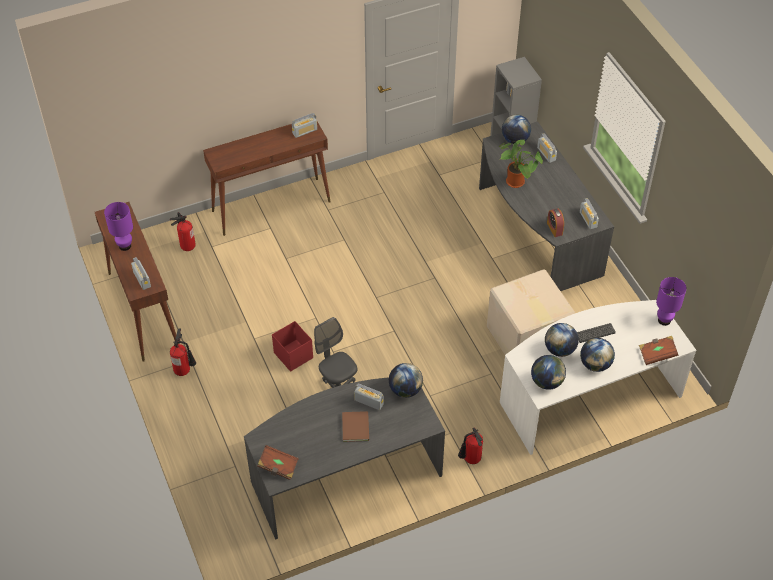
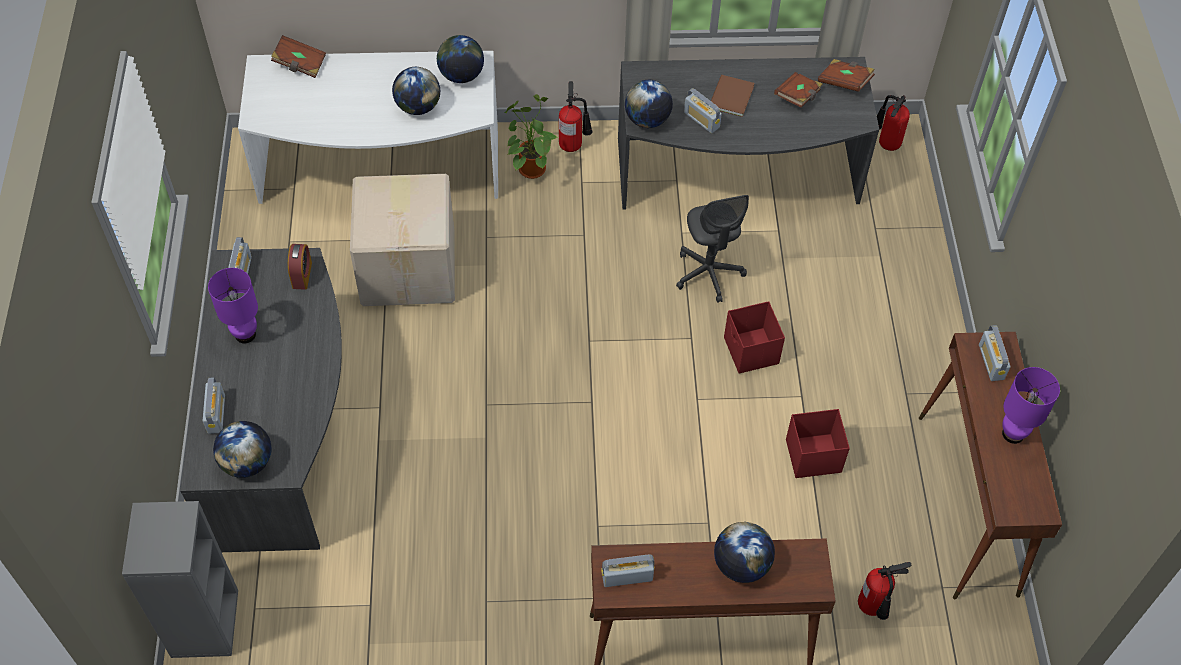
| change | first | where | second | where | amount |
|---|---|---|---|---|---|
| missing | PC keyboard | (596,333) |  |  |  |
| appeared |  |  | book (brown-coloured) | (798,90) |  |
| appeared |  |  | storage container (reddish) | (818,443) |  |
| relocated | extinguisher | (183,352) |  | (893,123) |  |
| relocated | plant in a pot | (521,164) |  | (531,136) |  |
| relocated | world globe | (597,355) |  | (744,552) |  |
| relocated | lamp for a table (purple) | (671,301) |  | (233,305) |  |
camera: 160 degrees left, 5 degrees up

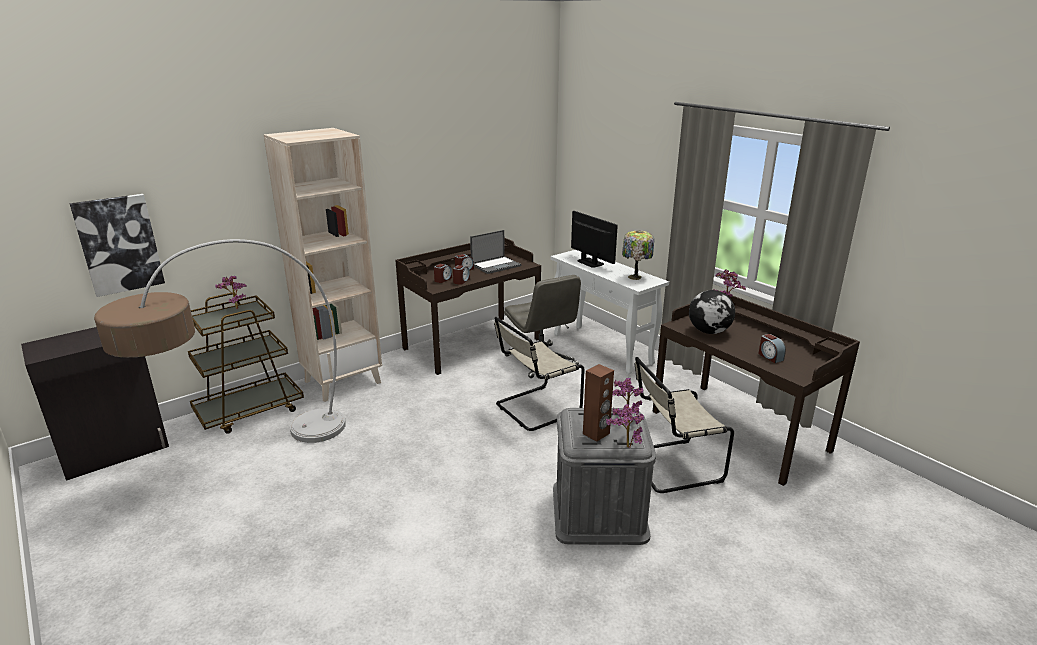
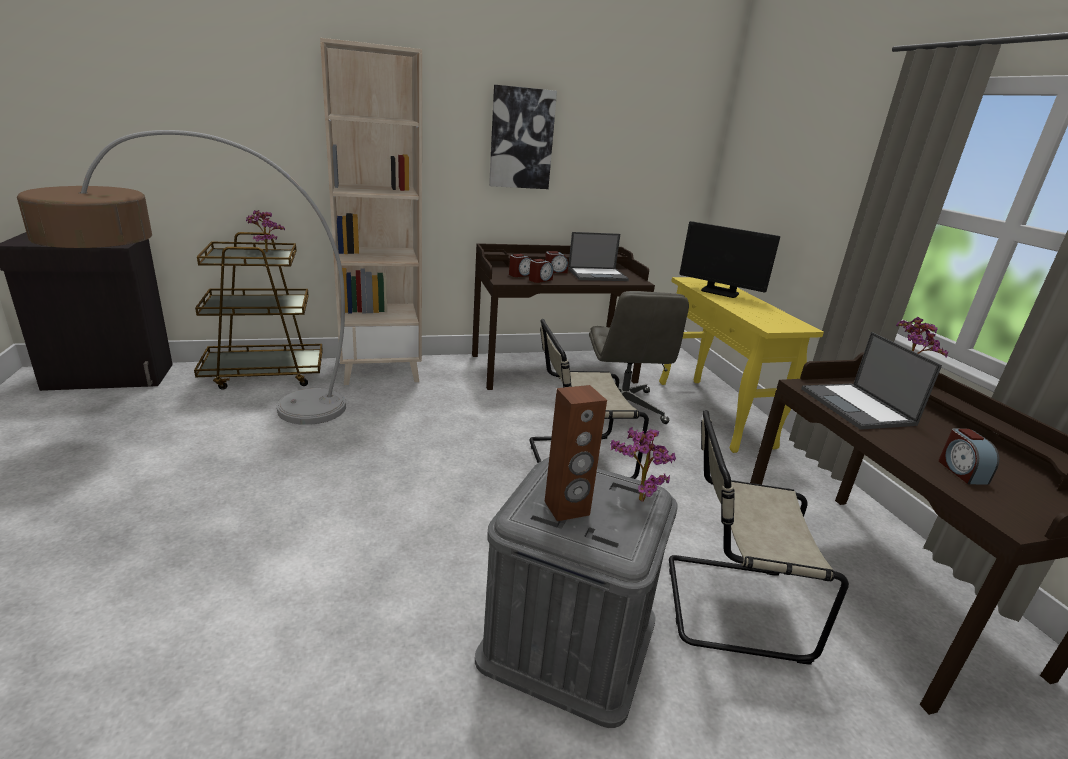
| change | first | where | second | where | amount |
|---|---|---|---|---|---|
| missing | plant in a pot | (625,426) |  |  |  |
| missing | lamp for a table | (638,255) |  |  |  |
| relocated | wall picture | (117,245) |  | (523,137) |  |
| exchanged | world globe | (712,312) | laptop | (871,381) |  |
| colour | console table (white-coloured) | (610,312) | console table (yellow) | (741,365) |  |
| spun | monitor | (594,239) |  | (729,259) | 135 degrees clockwise |
camera: 20 degrees right, 0 degrees up

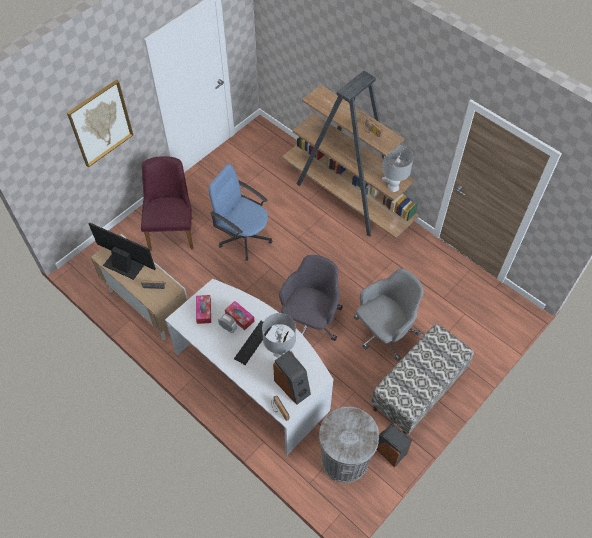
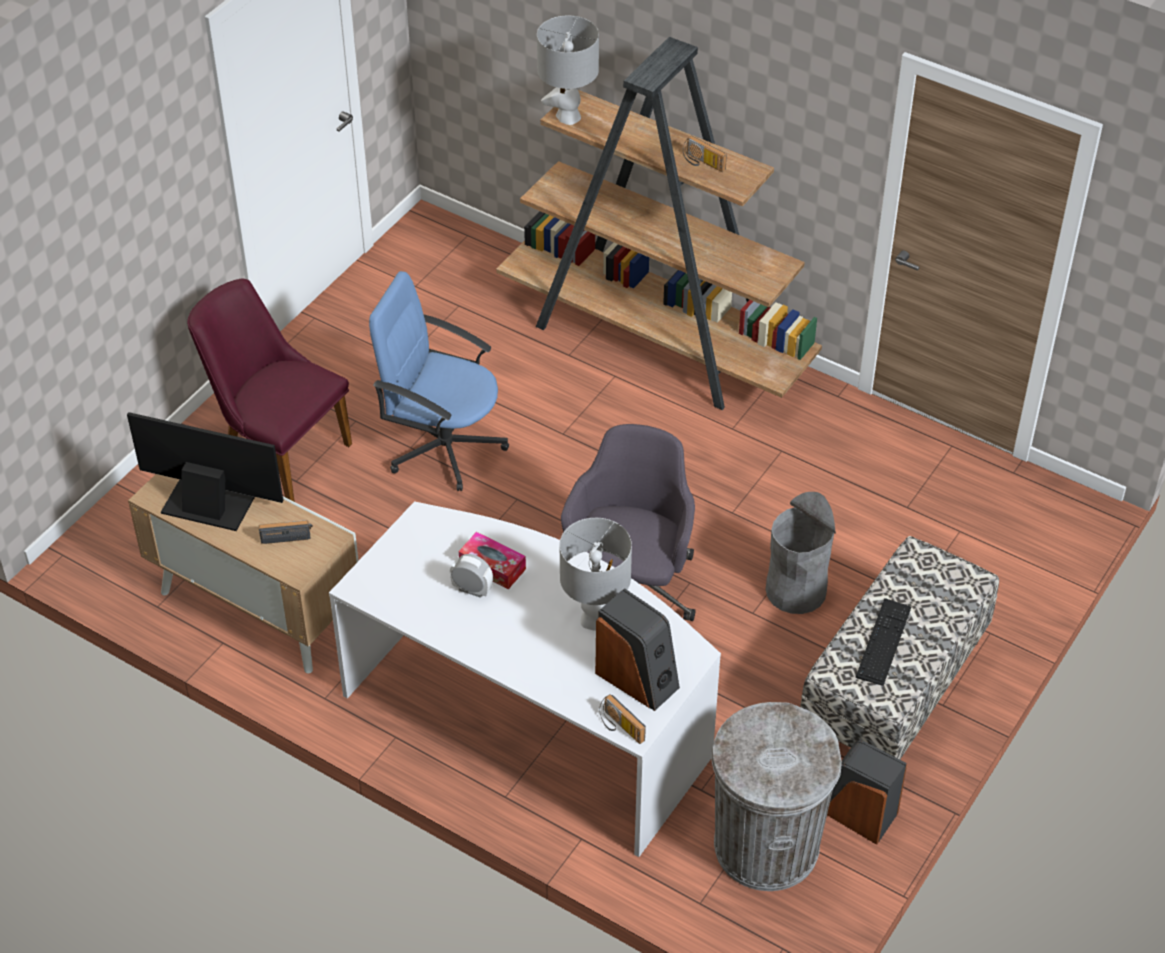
| change | first | where | second | where | amount |
|---|---|---|---|---|---|
| missing | wall picture | (100,123) |  |  |  |
| missing | tissue holder | (203,309) |  |  |  |
| relocated | PC keyboard | (253,343) |  | (883,642) |  |
| relocated | lamp for a table (grey) | (398,168) |  | (568,70) |  |
| exchanged | office chair (grey) | (388,314) | rubbish bin (grey) | (801,553) |  |
| spun | plain chair (purple) | (167,203) |  | (269,390) | 45 degrees counterclockwise |
camera: 10 degrees left, 10 degrees down

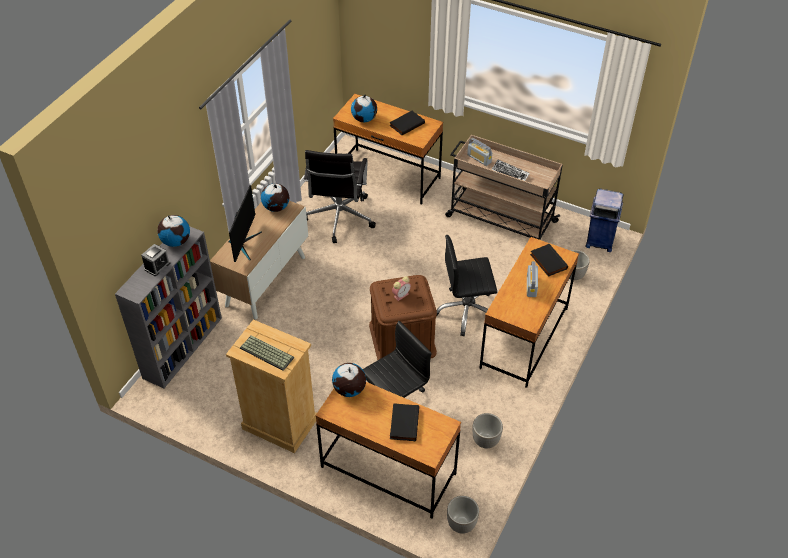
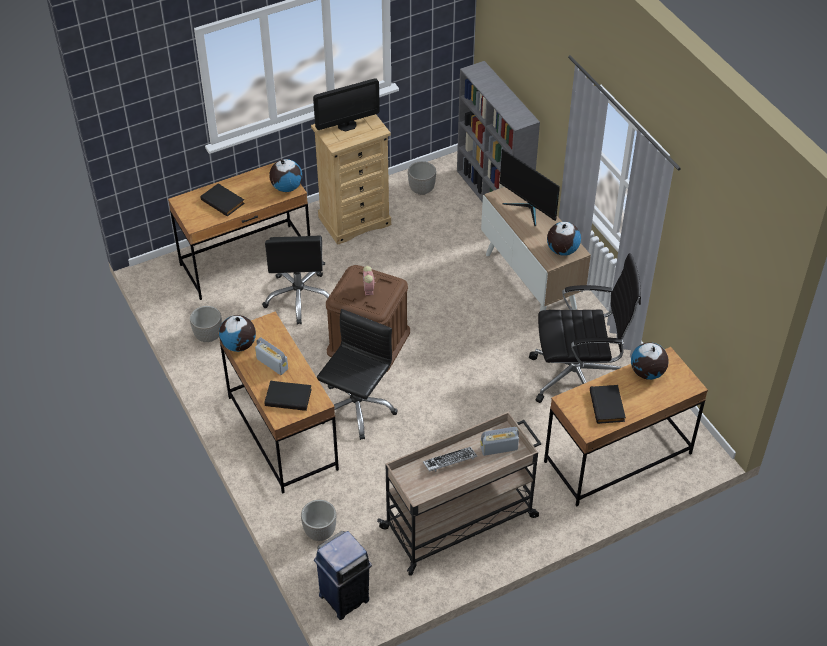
| change | first | where | second | where | amount |
|---|---|---|---|---|---|
| missing | table clock | (155,260) |  |  |  |
| relocated | world globe | (173,231) |  | (237,333) |  |
| relocated | flower pot | (463,515) |  | (422,178) |  |
| exchanged | PC keyboard | (267,353) | monitor | (346,104) |  |
| spun | office chair (blackish) | (340,196) |  | (585,328) | 135 degrees clockwise |
camera: 125 degrees right, 0 degrees up

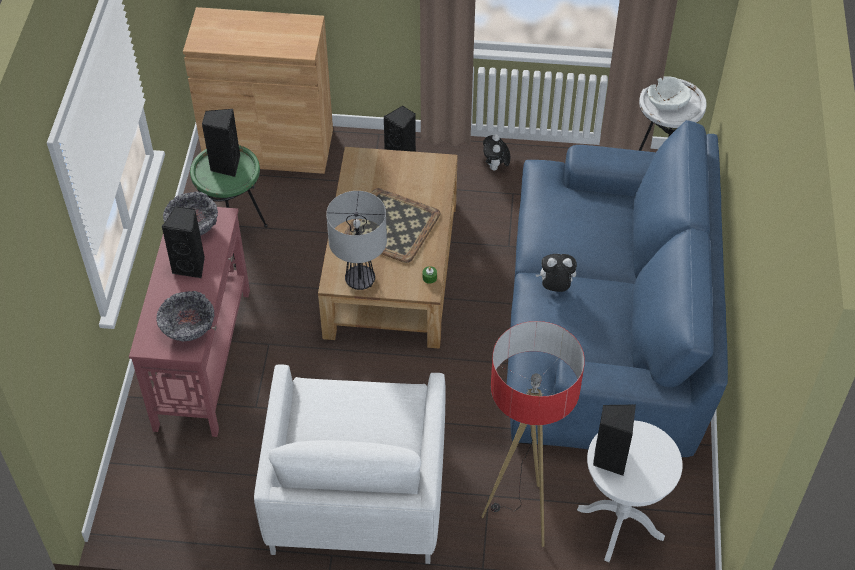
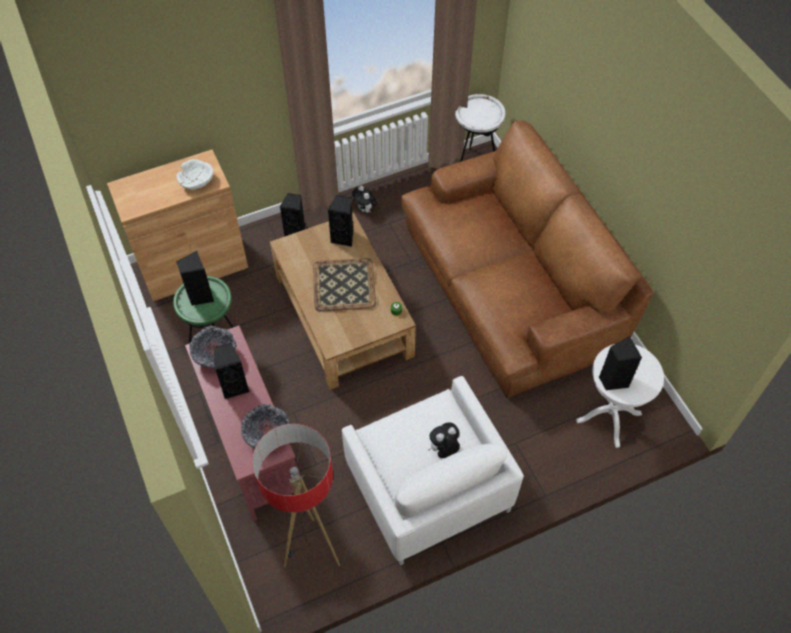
| change | first | where | second | where | amount |
|---|---|---|---|---|---|
| missing | lamp for a table | (356,240) |  |  |  |
| appeared |  |  | audio speaker (blackish) | (340,221) |  |
| relocated | standing lamp | (533,434) |  | (296,496) |  |
| relocated | plush toy | (556,273) |  | (444,440) |  |
| relocated | serving bowl (white-coloured) | (669,93) |  | (194,174) |  |
| colour | couch (blue) | (617,289) | couch (brown-coloured) | (527,259) |  |
camera: 30 degrees left, 5 degrees up

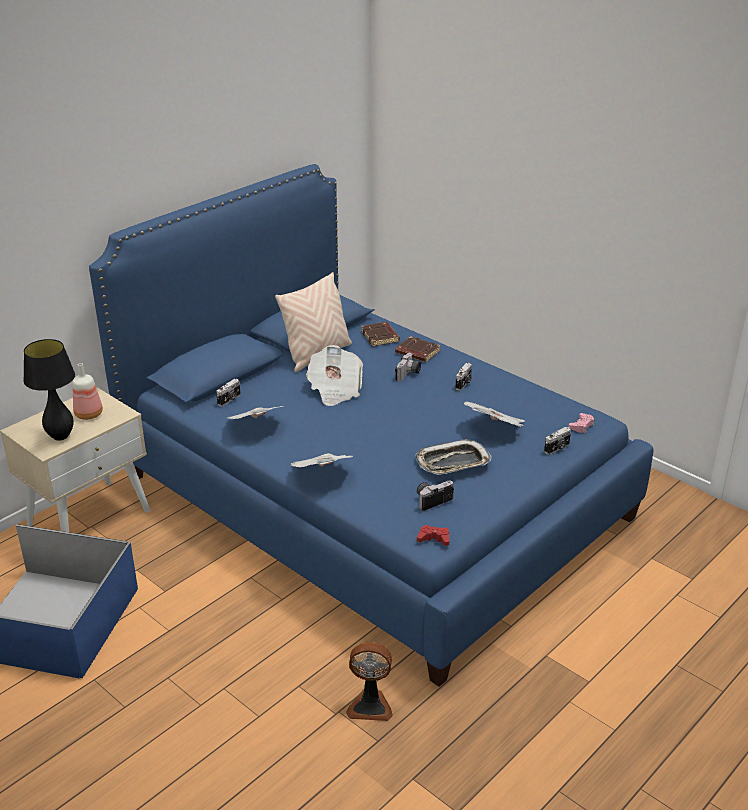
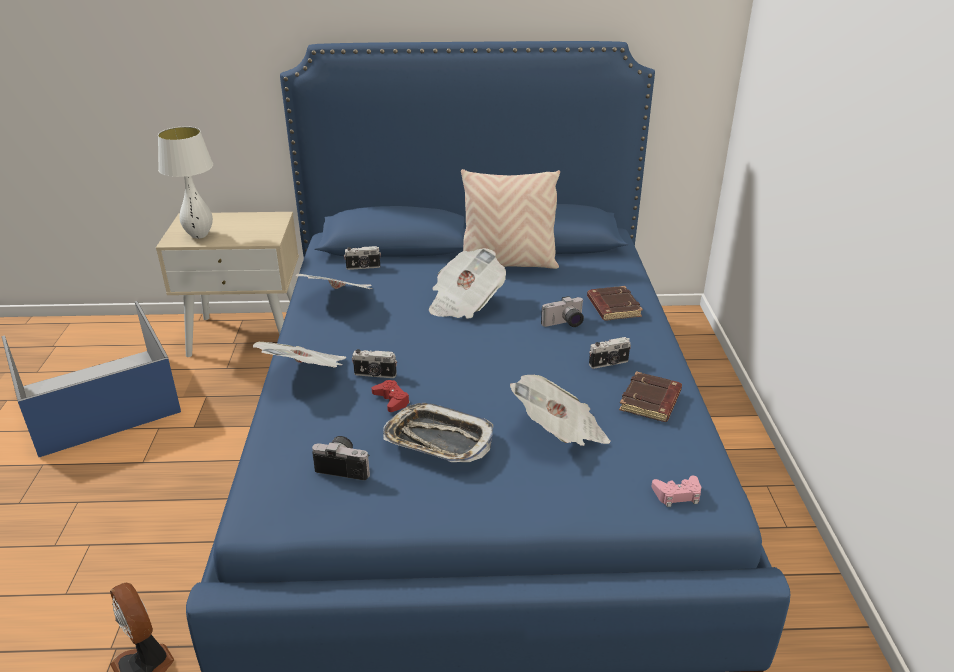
| change | first | where | second | where | amount |
|---|---|---|---|---|---|
| missing | beverage bottle | (88,391) |  |  |  |
| relocated | book (brown-coloured) | (380,334) |  | (650,396) |  |
| relocated | game controller (reddish) | (433,535) |  | (391,396) |  |
| relocated | still camera | (557,441) |  | (374,363) |  |
| colour | lamp for a table (blackish) | (49,390) | lamp for a table (white-coloured) | (185,183) |  |
camera: 45 degrees right, 0 degrees up

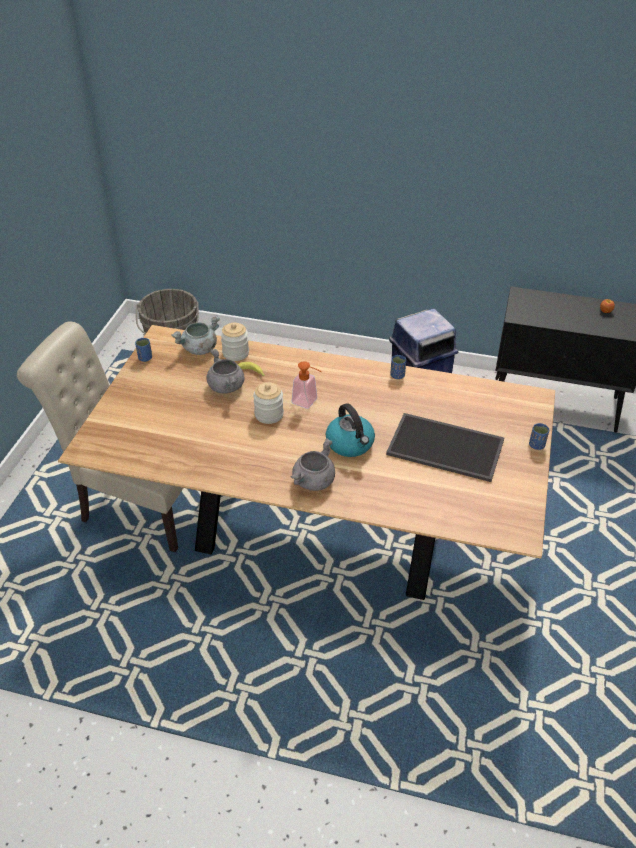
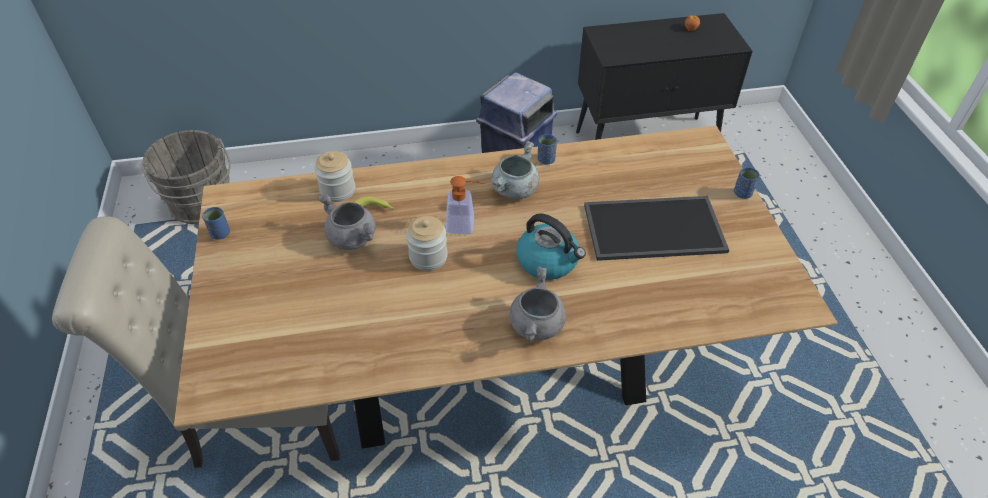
| change | first | where | second | where | amount |
|---|---|---|---|---|---|
| relocated | stockpot (grey) | (195,335) |  | (515,169) |  |
camera: 25 degrees left, 5 degrees up

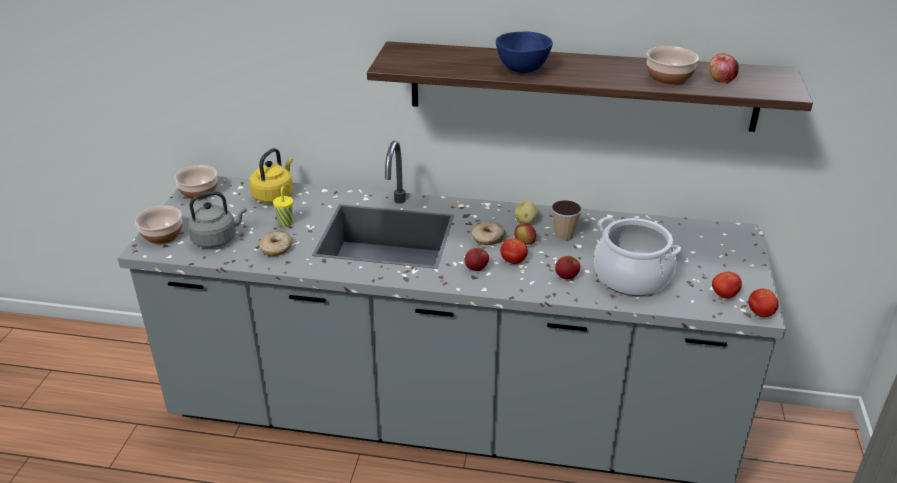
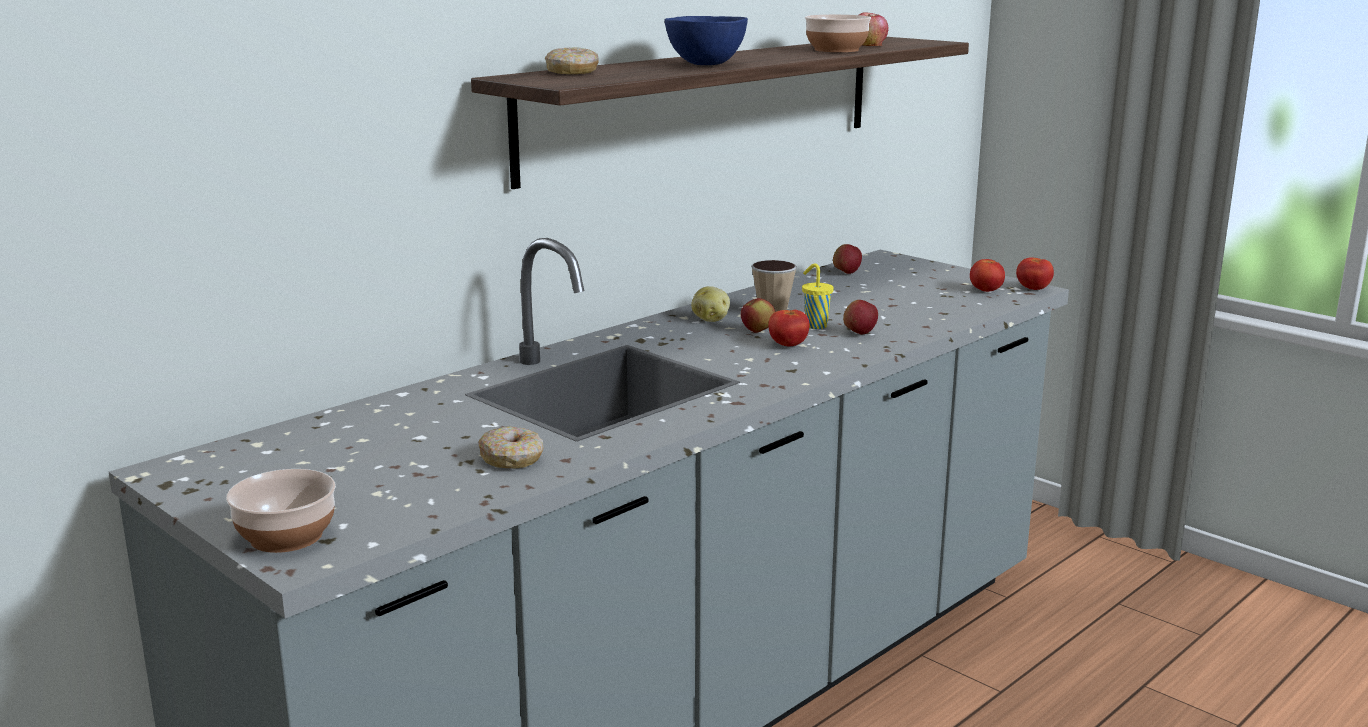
| change | first | where | second | where | amount |
|---|---|---|---|---|---|
| missing | serving bowl | (196,182) |  |  |  |
| missing | water kettle (grey) | (217,219) |  |  |  |
| missing | water kettle (yellow) | (271,175) |  |  |  |
| missing | stockpot | (637,256) |  |  |  |
| relocated | cup (yellow) | (283,206) |  | (818,296) |  |
| relocated | whole apple | (477,259) |  | (847,259) |  |
| relocated | ring doughnut | (488,233) |  | (572,60) |  |
camera: 55 degrees left, 15 degrees down

